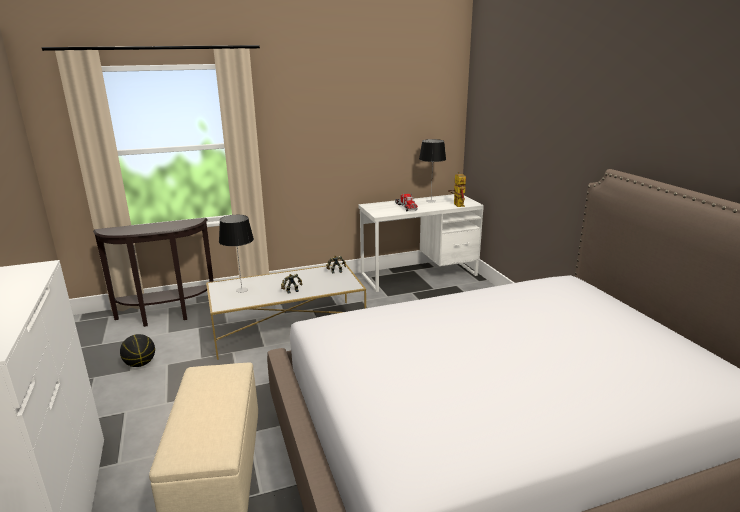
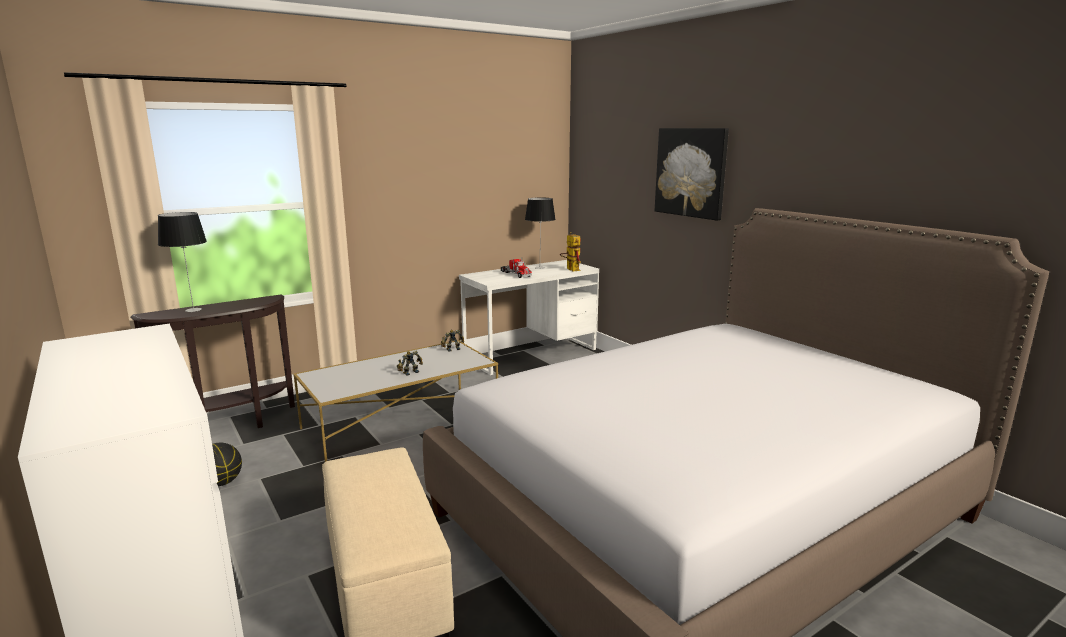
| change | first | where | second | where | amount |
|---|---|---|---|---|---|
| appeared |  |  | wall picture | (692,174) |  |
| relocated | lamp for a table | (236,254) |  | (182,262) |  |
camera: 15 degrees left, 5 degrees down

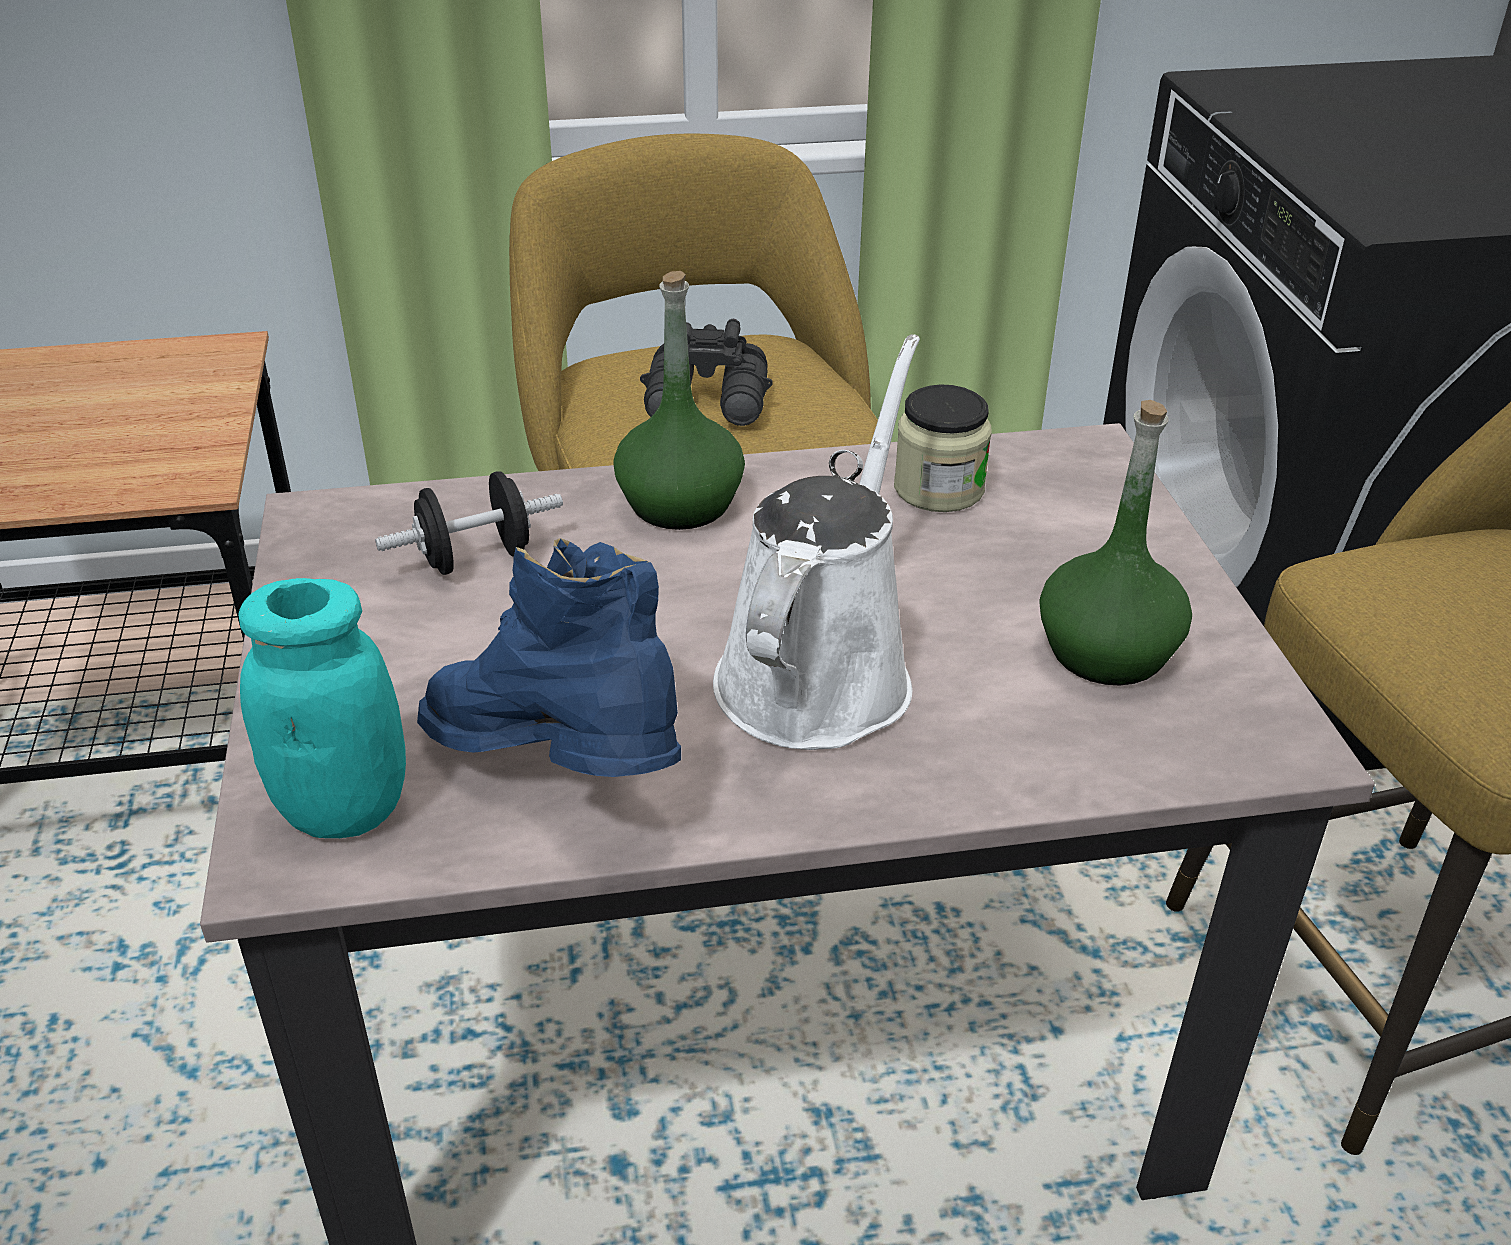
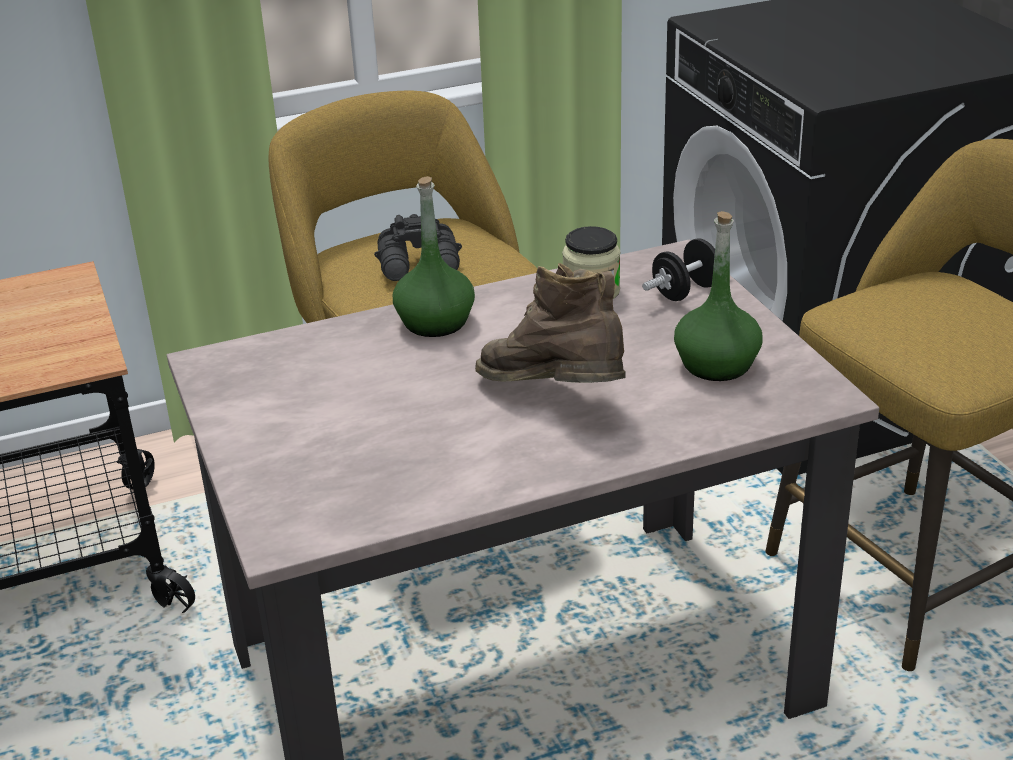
| change | first | where | second | where | amount |
|---|---|---|---|---|---|
| missing | storage jar (blue-green) | (322,708) |  |  |  |
| missing | high-top boot (blue) | (549,657) |  |  |  |
| relocated | hand weight (blackish) | (469,523) |  | (678,269) |  |
| exchanged | watering pot (white-coloured) | (816,542) | high-top boot (brown-coloured) | (550,323) |  |
camera: 10 degrees left, 5 degrees down

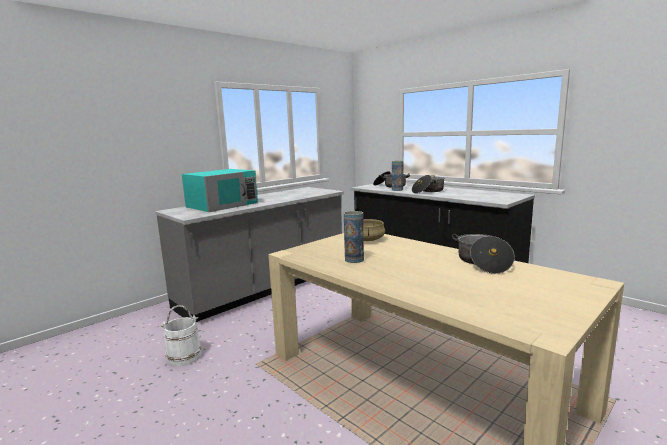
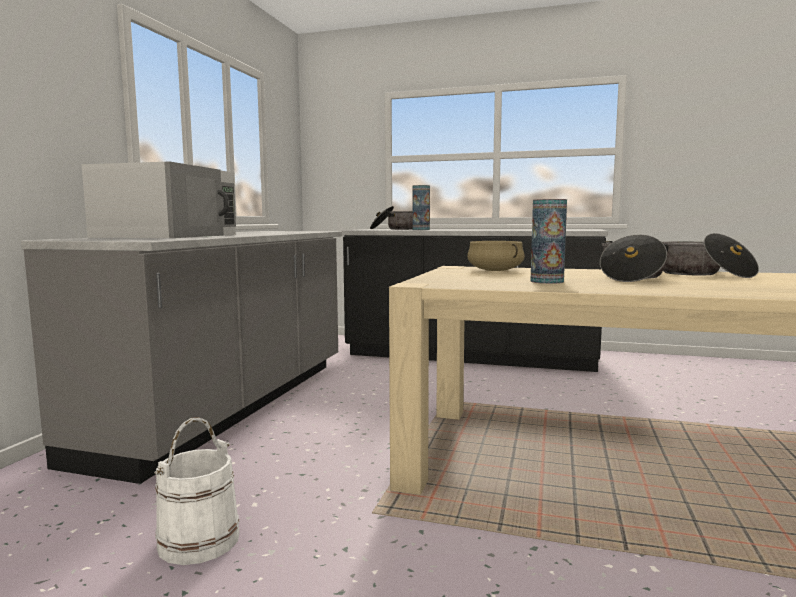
| change | first | where | second | where | amount |
|---|---|---|---|---|---|
| relocated | stockpot | (428,184) |  | (634,258) |  |
| colour | microwave (blue-green) | (220,190) | microwave (white-coloured) | (158,199) |  |
camera: 30 degrees left, 5 degrees down

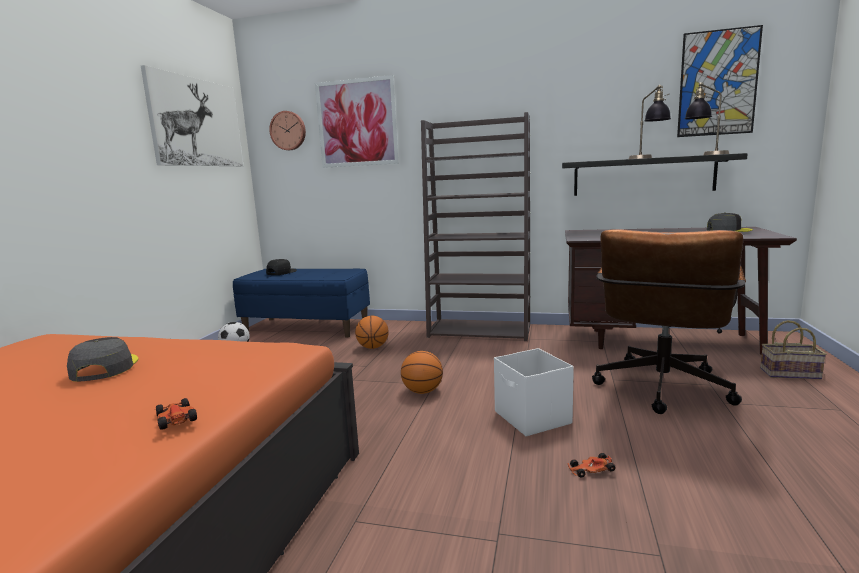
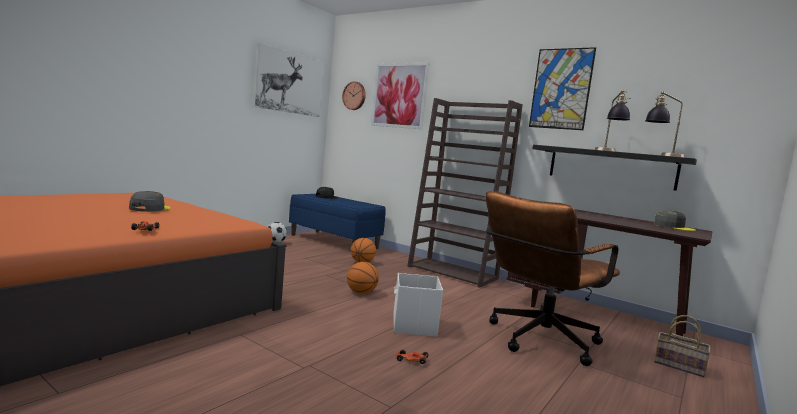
| change | first | where | second | where | amount |
|---|---|---|---|---|---|
| relocated | wall picture | (720,81) |  | (562,88) |  |
camera: 20 degrees right, 5 degrees down

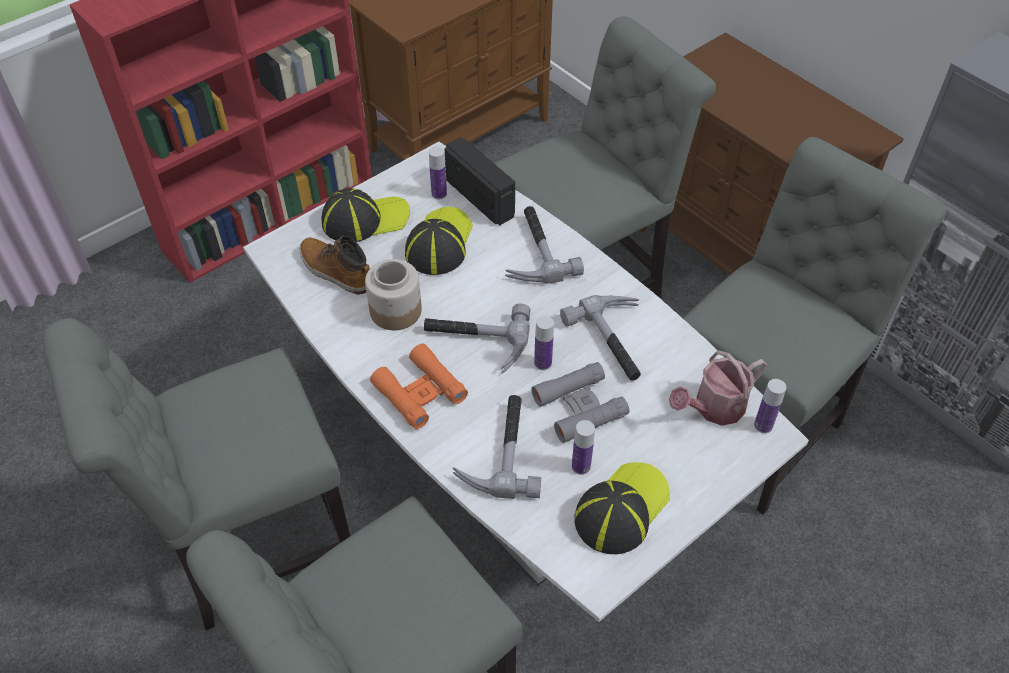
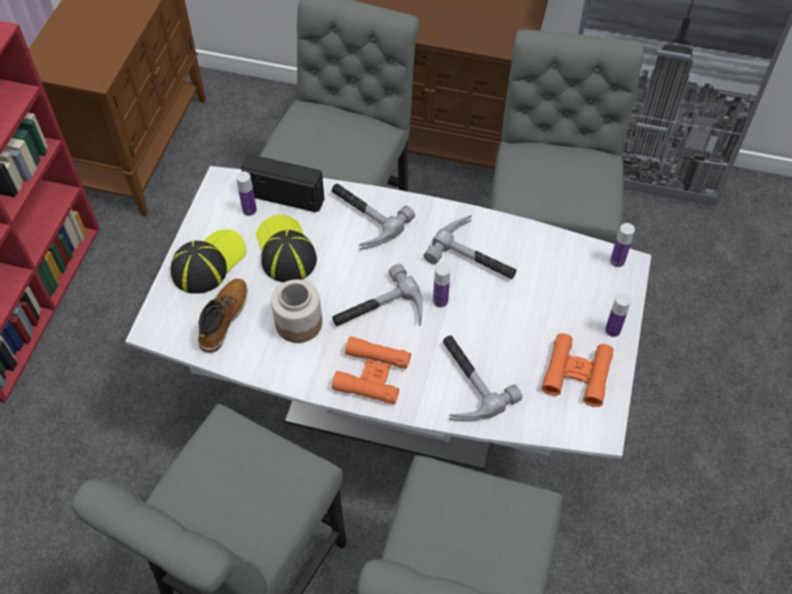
| change | first | where | second | where | amount |
|---|---|---|---|---|---|
| missing | field glasses (grey) | (580,402) |  |  |  |
| missing | watering pot | (718,388) |  |  |  |
| relocated | beverage bottle | (583,447) |  | (618,315) |  |
| exchanged | cap | (622,508) | field glasses (orange) | (577,370) |  |
| spun | high-top boot | (335,265) |  | (223,316) | 105 degrees clockwise |
camera: 35 degrees left, 5 degrees up

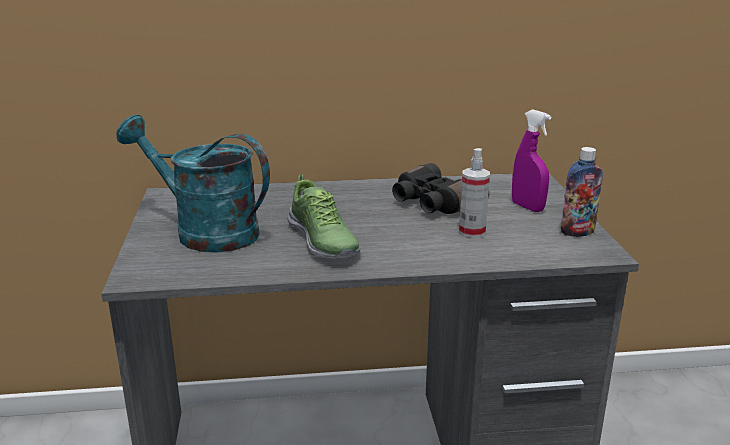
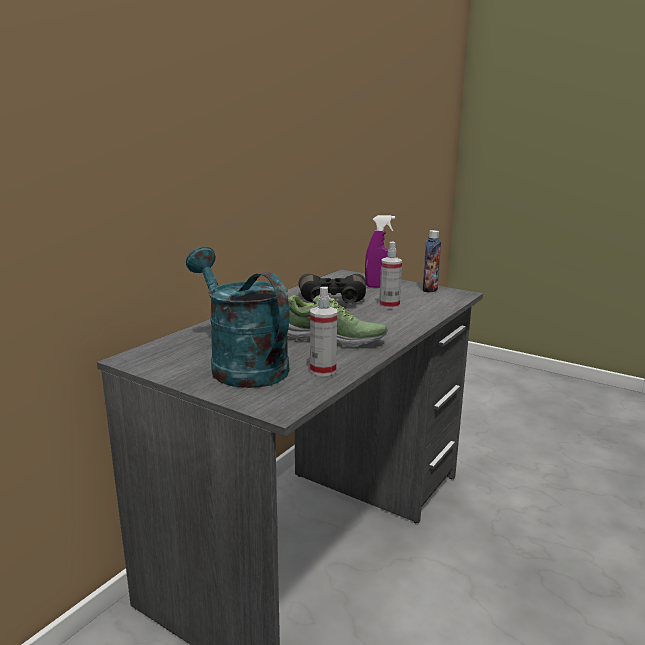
| change | first | where | second | where | amount |
|---|---|---|---|---|---|
| appeared |  |  | spray bottle | (323,331) |  |
| spun | watering pot (blue-green) | (193,184) |  | (238,317) | 75 degrees clockwise |
camera: 50 degrees left, 5 degrees down

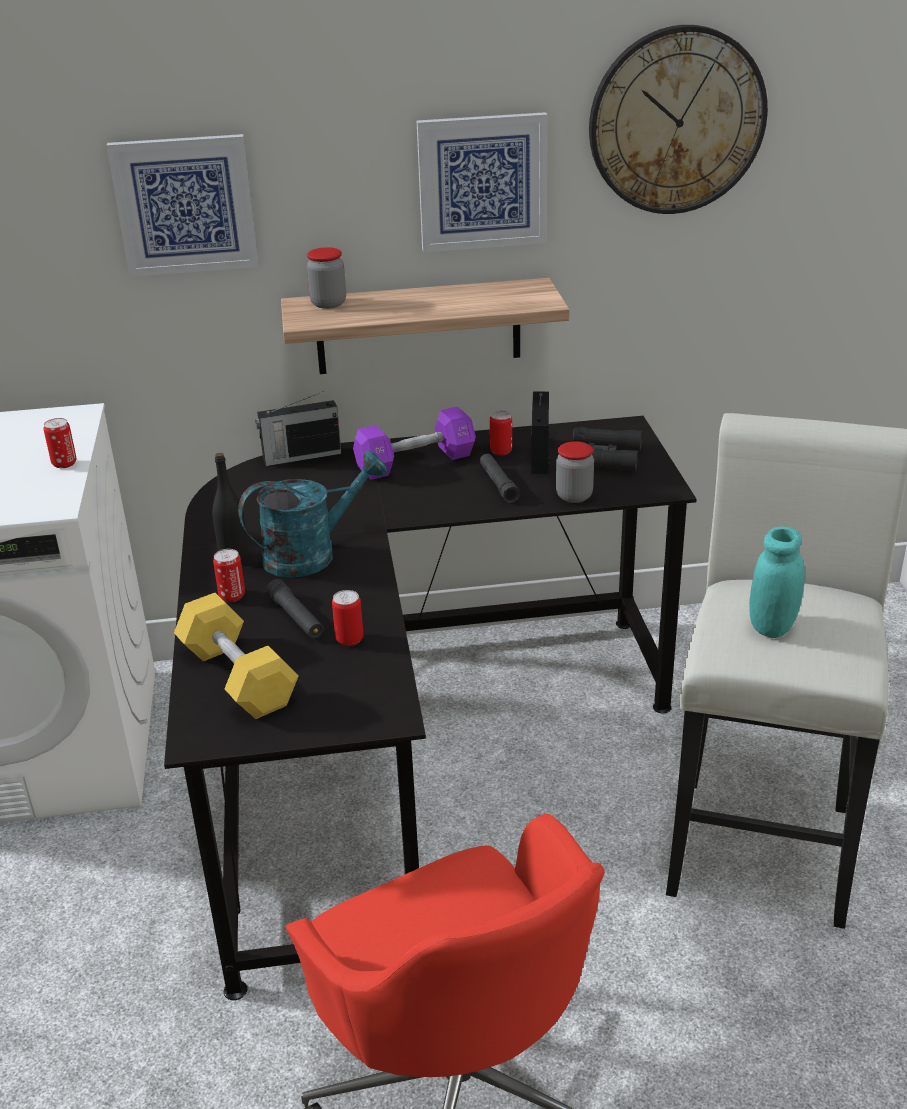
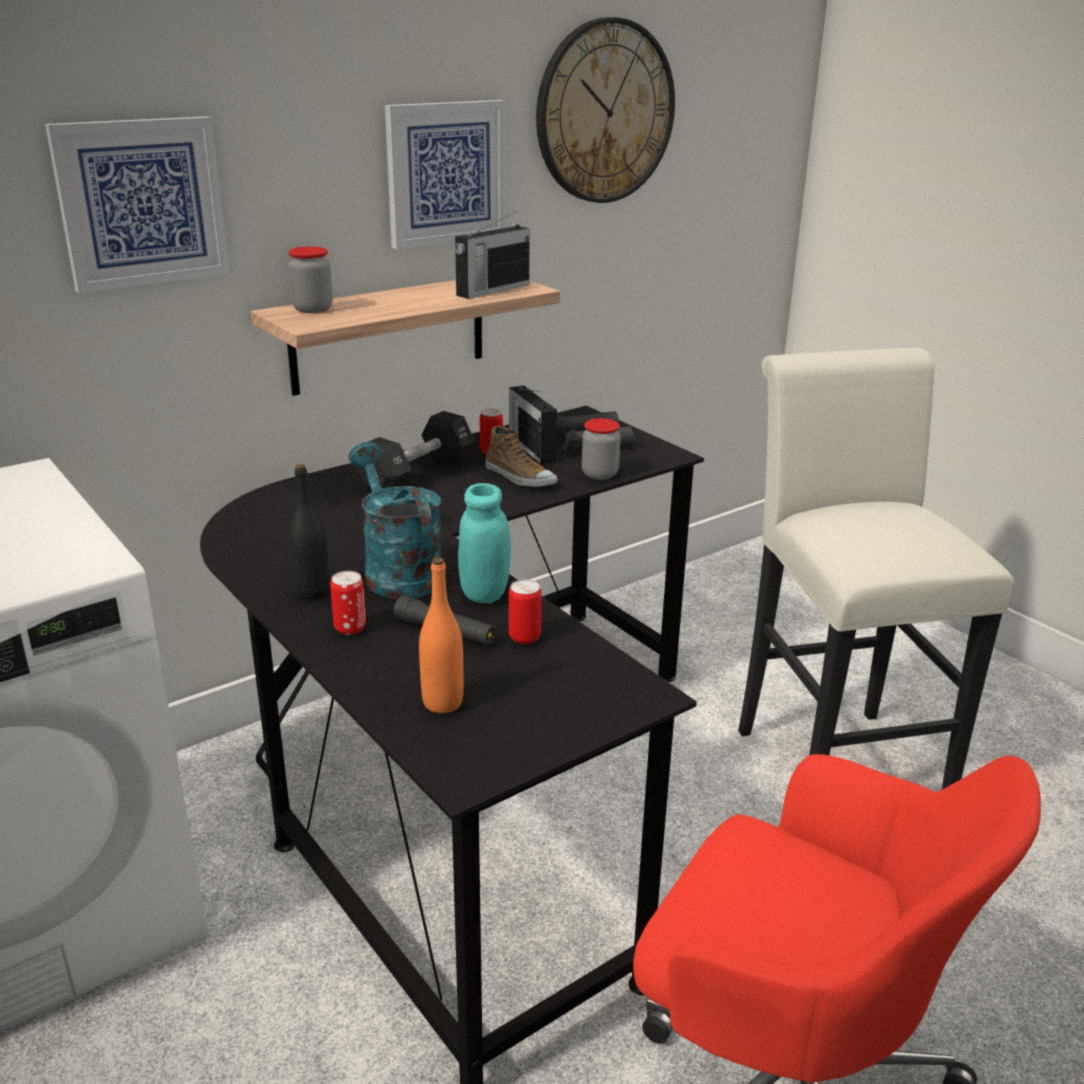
| change | first | where | second | where | amount |
|---|---|---|---|---|---|
| missing | can | (59,443) |  |  |  |
| relocated | radio receiver | (298,428) |  | (492,255) |  |
| relocated | storage jar (blue-green) | (777,582) |  | (484,543) |  |
| exchanged | hand weight (yellow) | (236,656) | beverage bottle (orange) | (441,635) |  |
| exchanged | hand torch (blackish) | (500,478) | item of footwear | (521,456) |  |
| colour | hand weight (purple) | (414,443) | hand weight (blackish) | (416,450) |  |
| spun | watering pot (blue-green) | (312,514) |  | (395,520) | 60 degrees counterclockwise |
camera: 30 degrees left, 5 degrees down

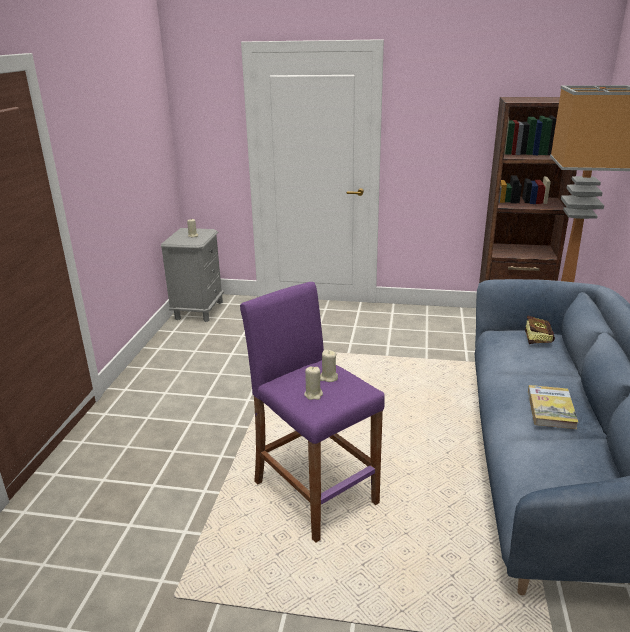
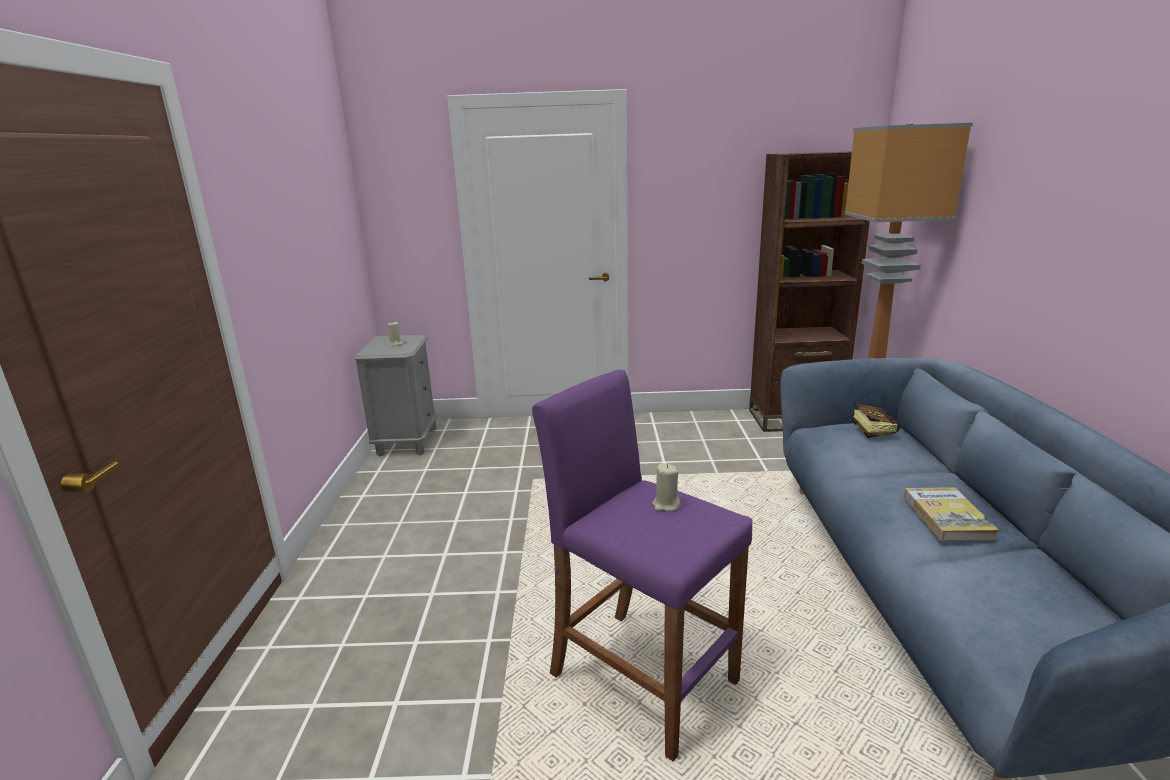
| change | first | where | second | where | amount |
|---|---|---|---|---|---|
| missing | candle (beige) | (313,383) |  |  |  |
camera: 10 degrees left, 5 degrees down

